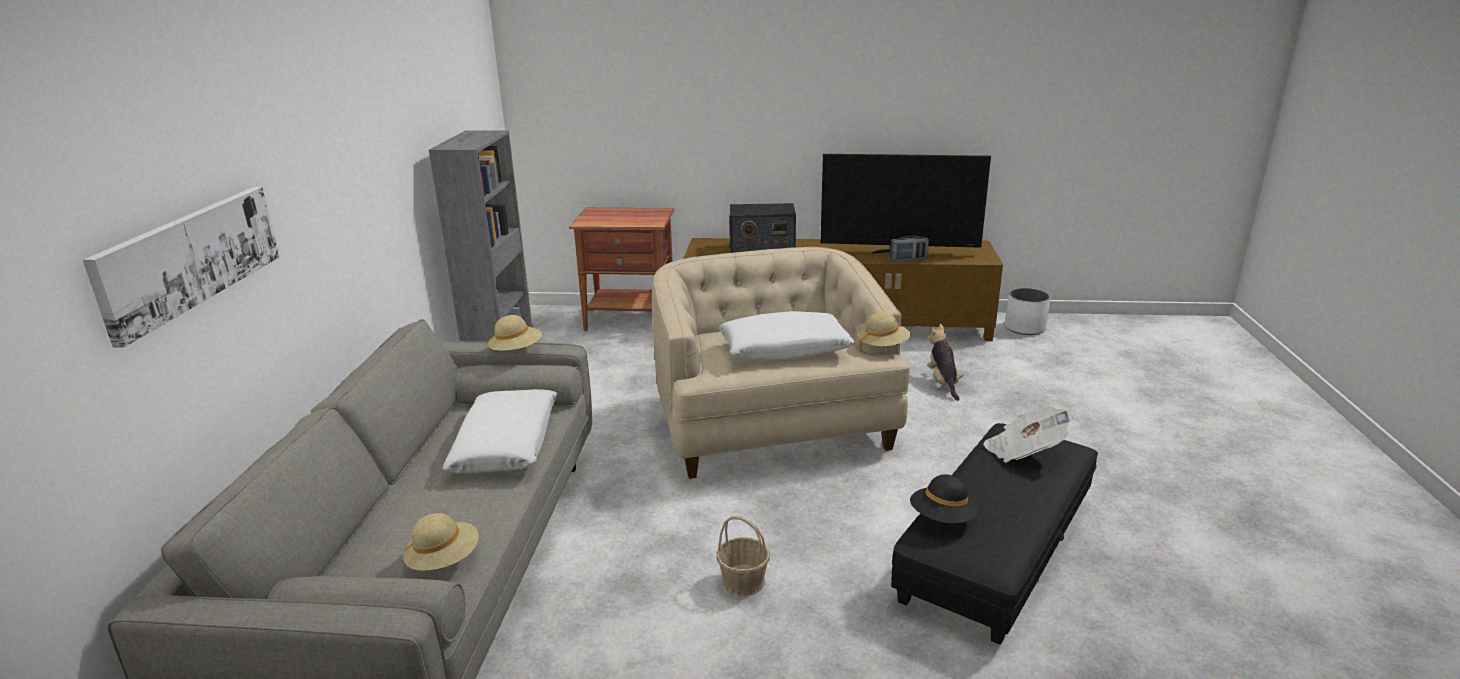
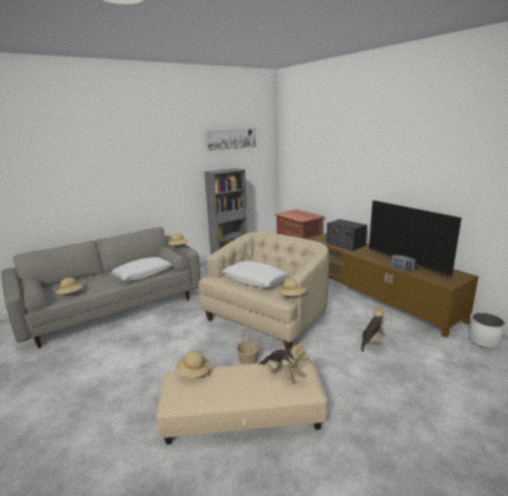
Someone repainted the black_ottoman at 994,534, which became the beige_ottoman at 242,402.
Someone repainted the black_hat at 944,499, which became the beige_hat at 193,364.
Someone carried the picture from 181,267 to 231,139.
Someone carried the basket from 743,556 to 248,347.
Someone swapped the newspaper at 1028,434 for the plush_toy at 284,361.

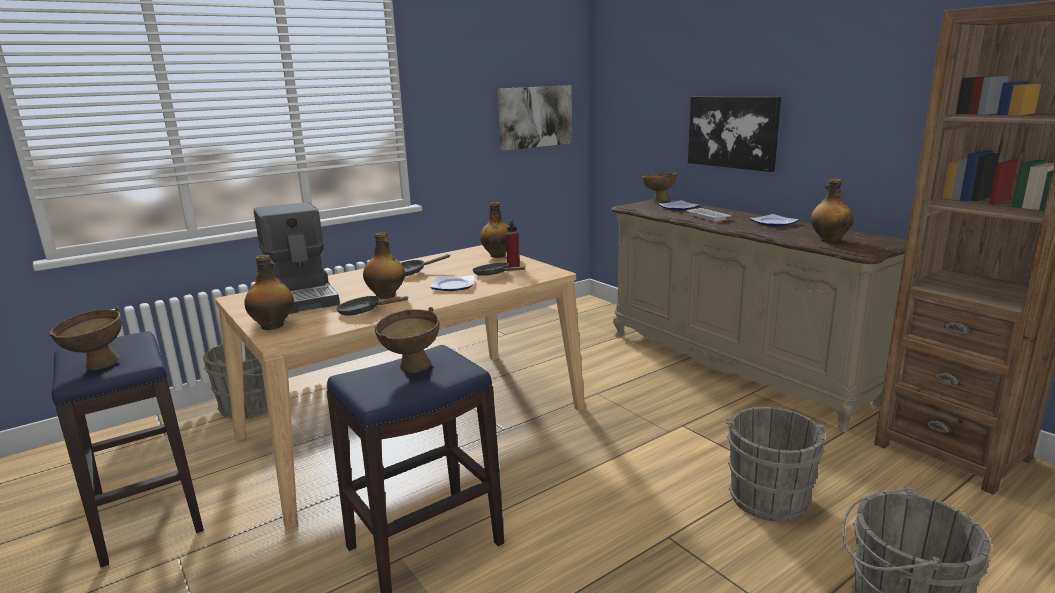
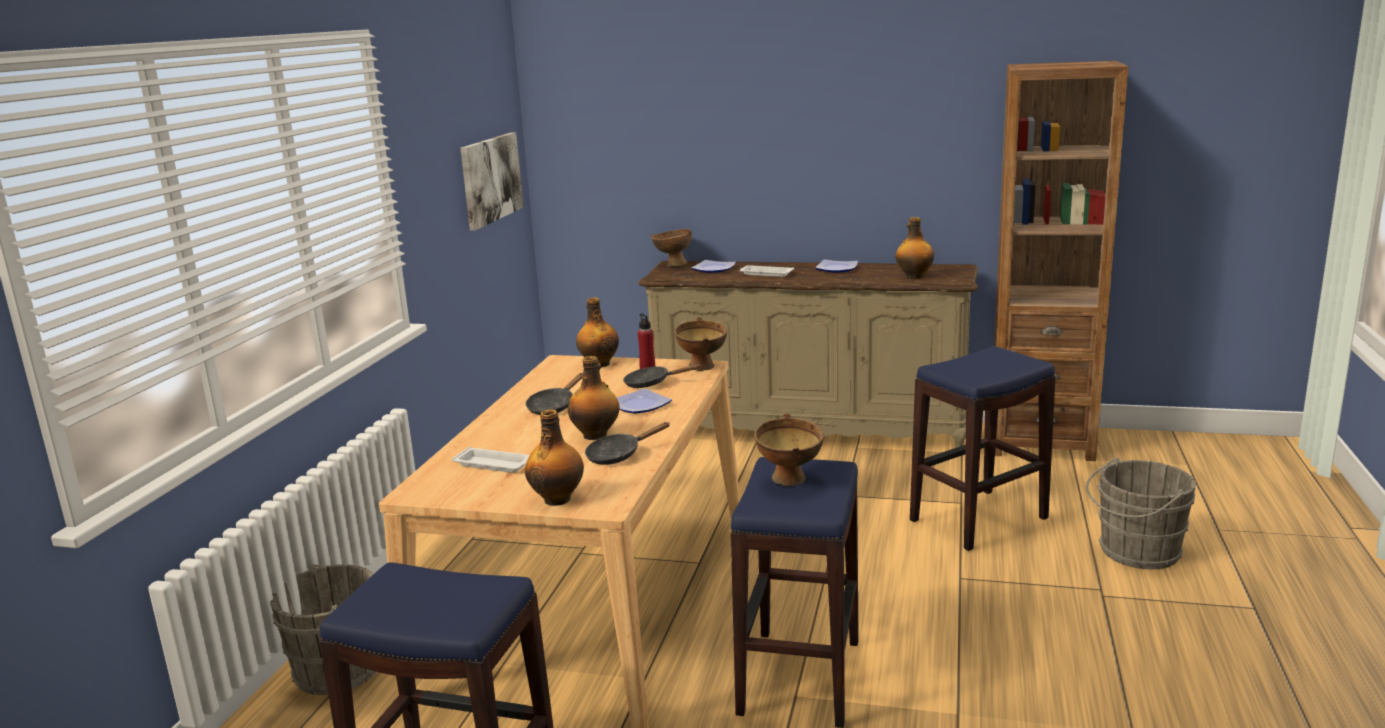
Someone swapped the coffee_machine at 297,258 for the white_tray at 491,460.
Someone carried the brown_bowl from 85,338 to 700,344.
Someone swapped the grey_bucket at 775,464 for the stool at 983,448.
Someone took away the picture at 734,134.

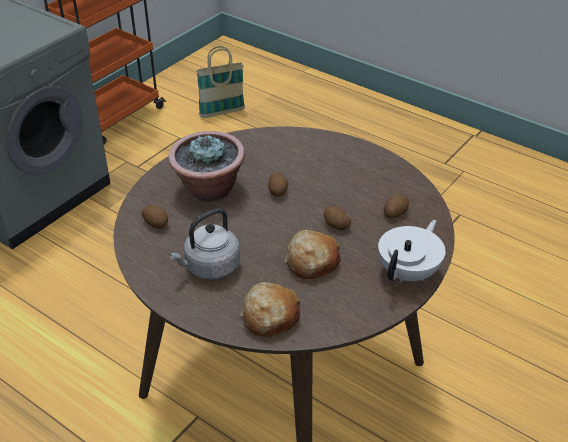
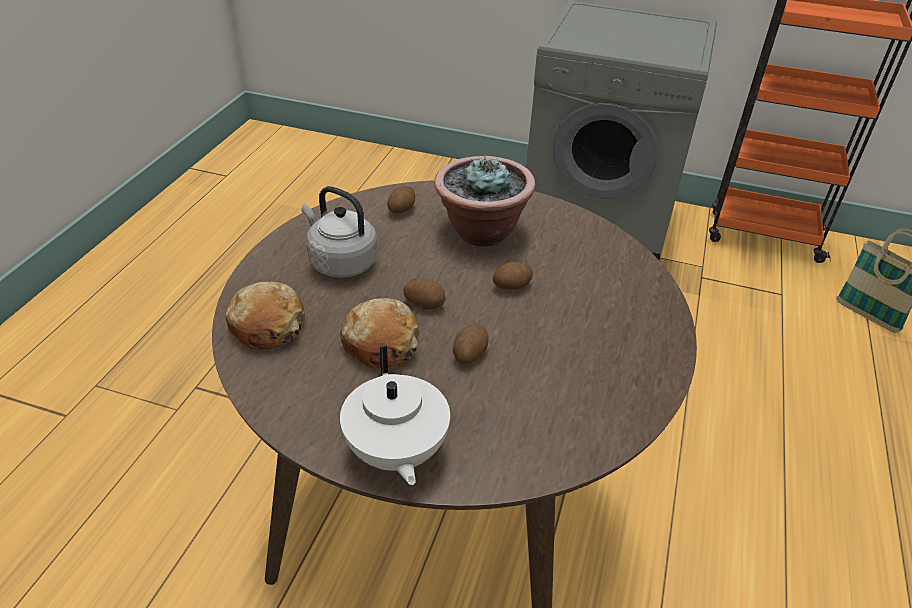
Someone rotated the white_teapot at 411,251 by 60 degrees clockwise.
Someone carried the potato from 396,206 to 424,294.

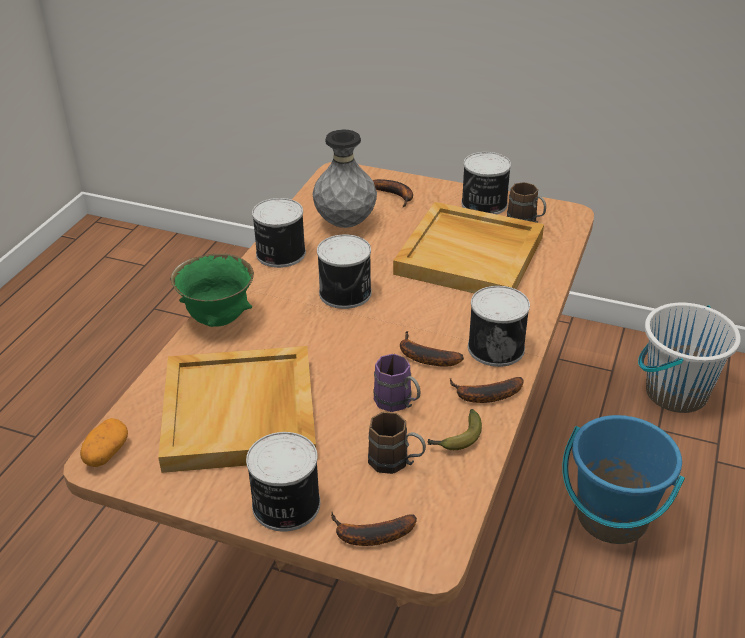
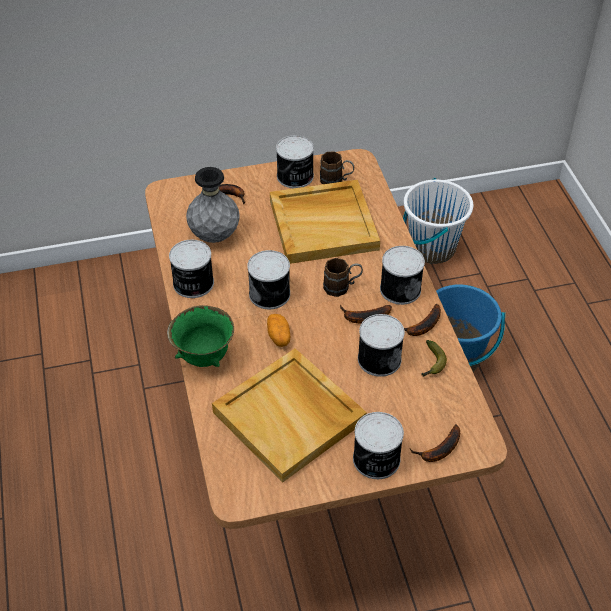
Someone carried the potato from 104,442 to 278,330.
Someone carried the brown_mug from 397,443 to 343,277.
Someone swapped the purple_mug at 397,383 for the can at 381,345.

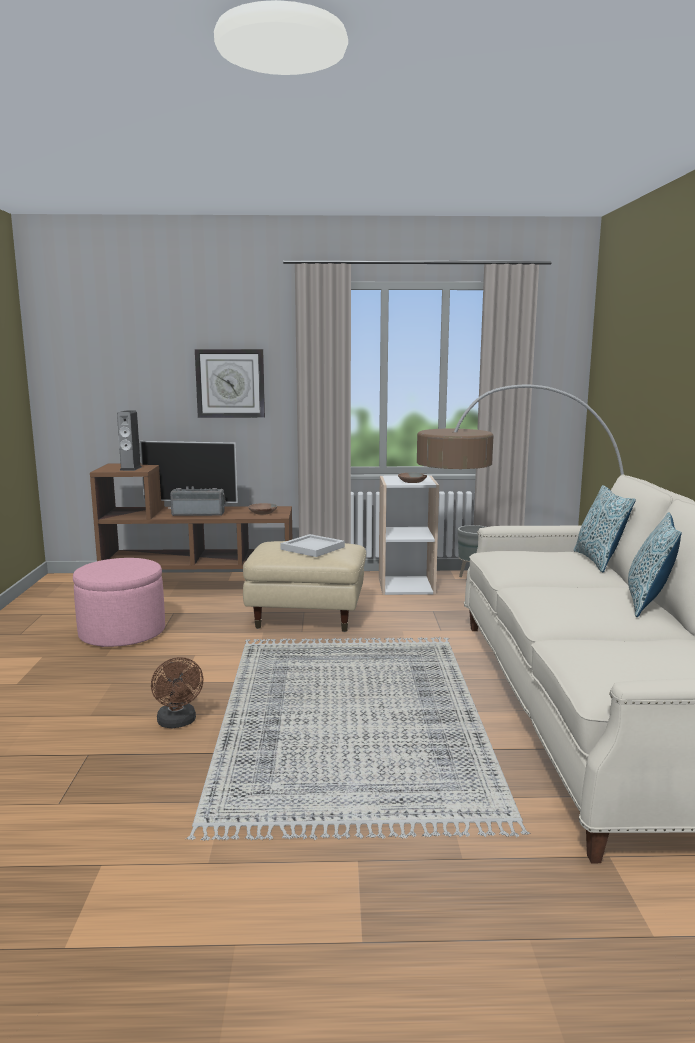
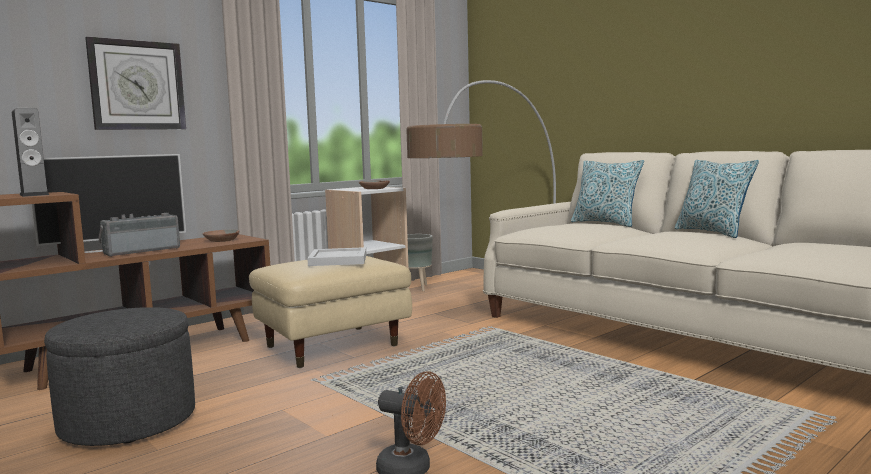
Someone repainted the pink_ottoman at 119,602, which became the grey_ottoman at 119,376.

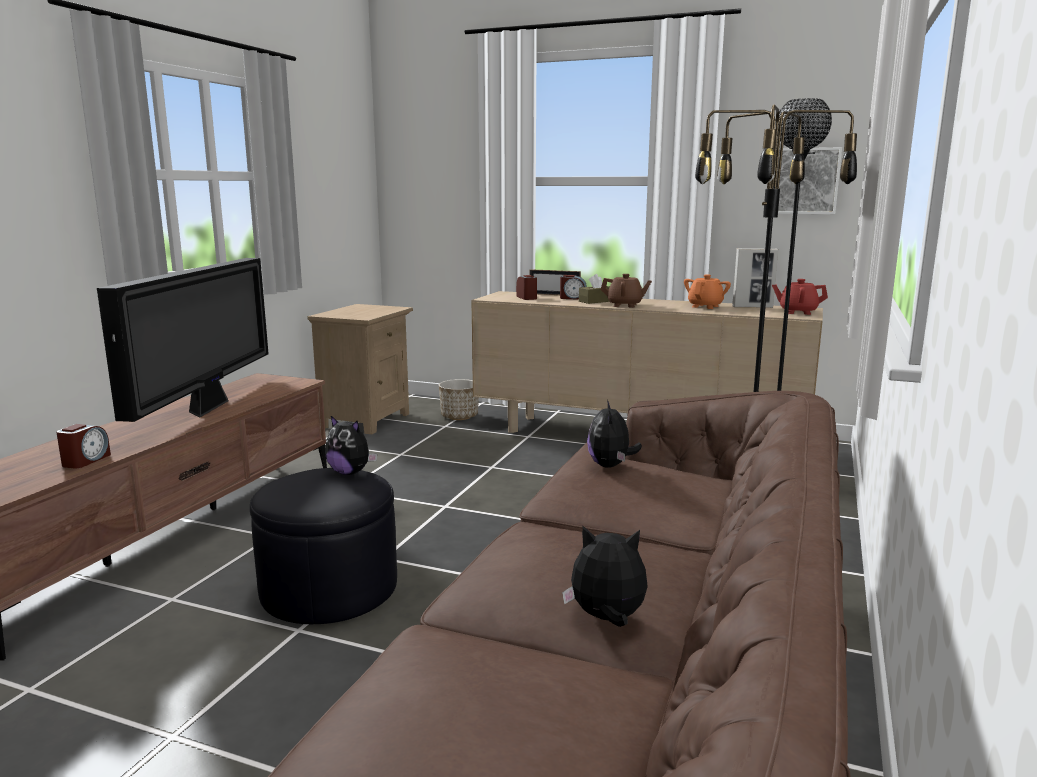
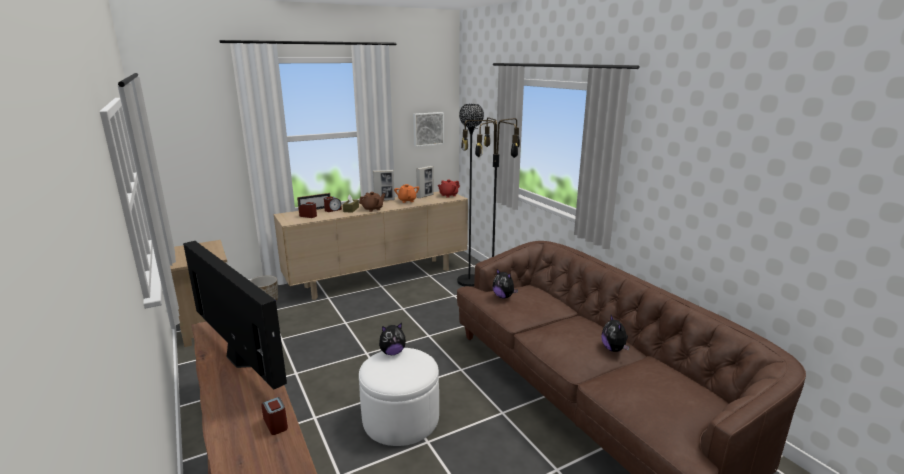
Someone repainted the black_ottoman at 323,546, which became the white_ottoman at 399,397.
Someone put down the picture_frame at 384,185.
Someone rotated the plush_toy at 605,576 by 60 degrees counterclockwise.

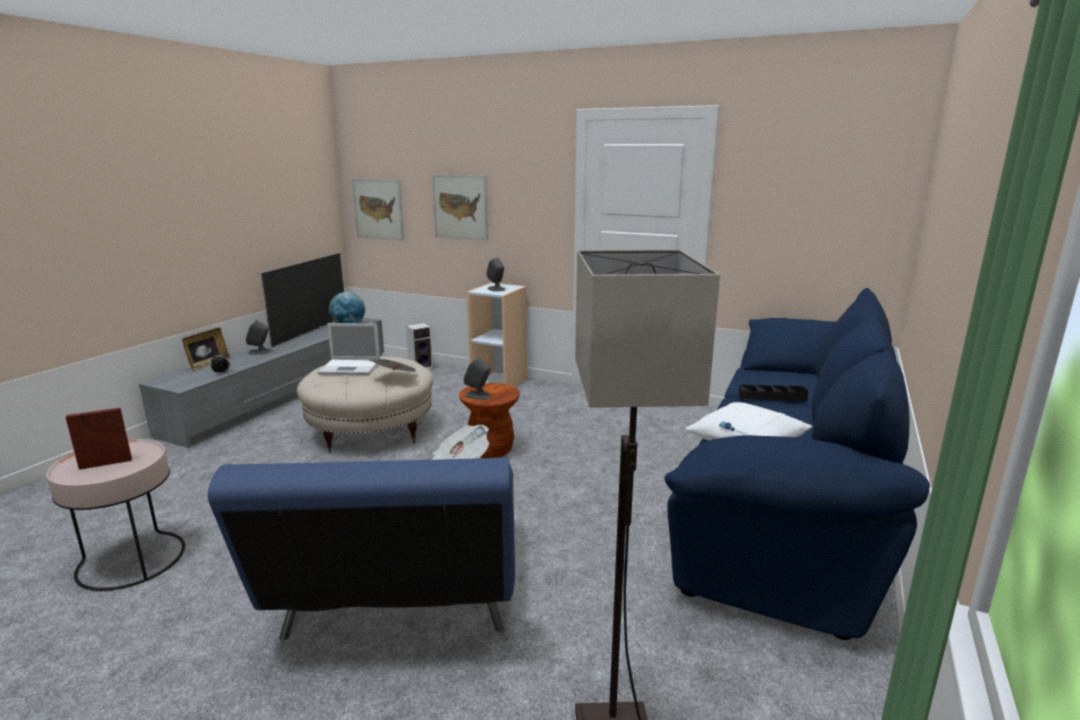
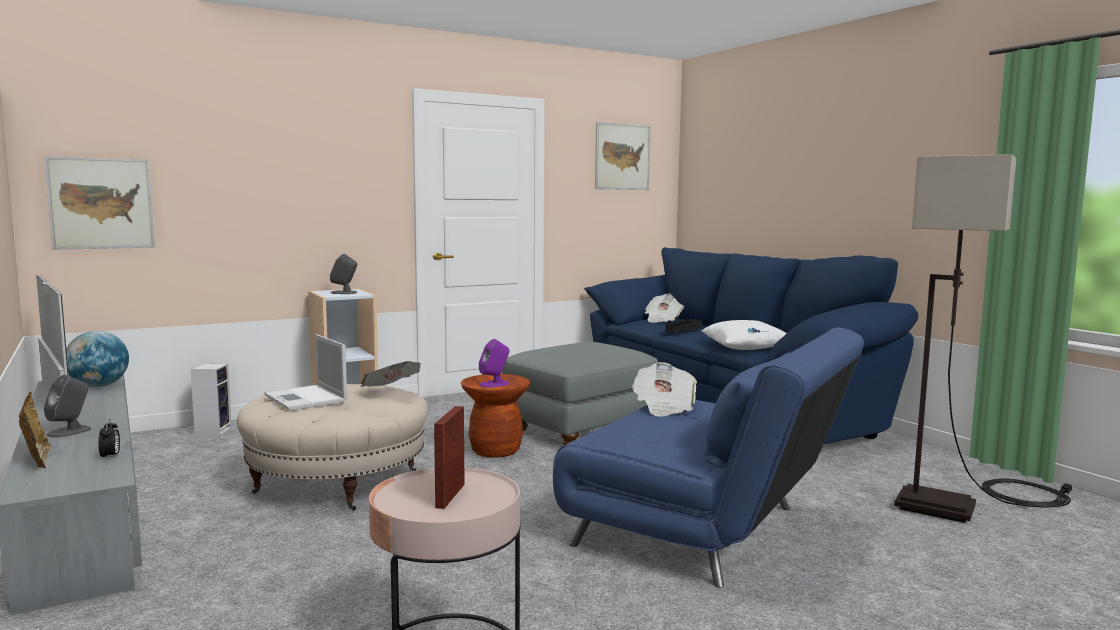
Someone rotated the laptop at 349,349 by 105 degrees clockwise.
Someone repainted the grey_speaker at 477,378, which became the purple_speaker at 494,363.
Someone put down the grey_ottoman at 580,393.
Someone carried the picture from 460,207 to 623,156.
Someone put down the newspaper at 665,308.

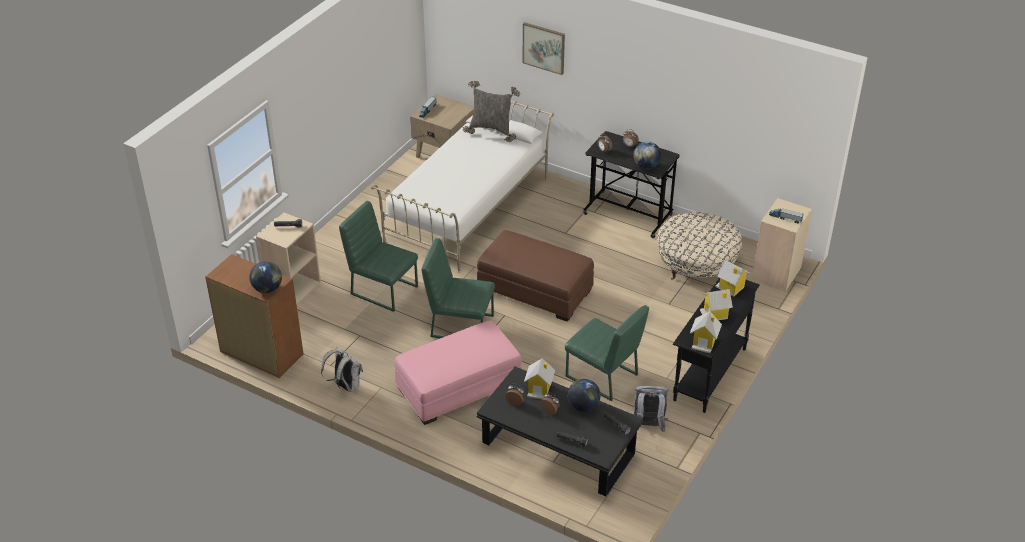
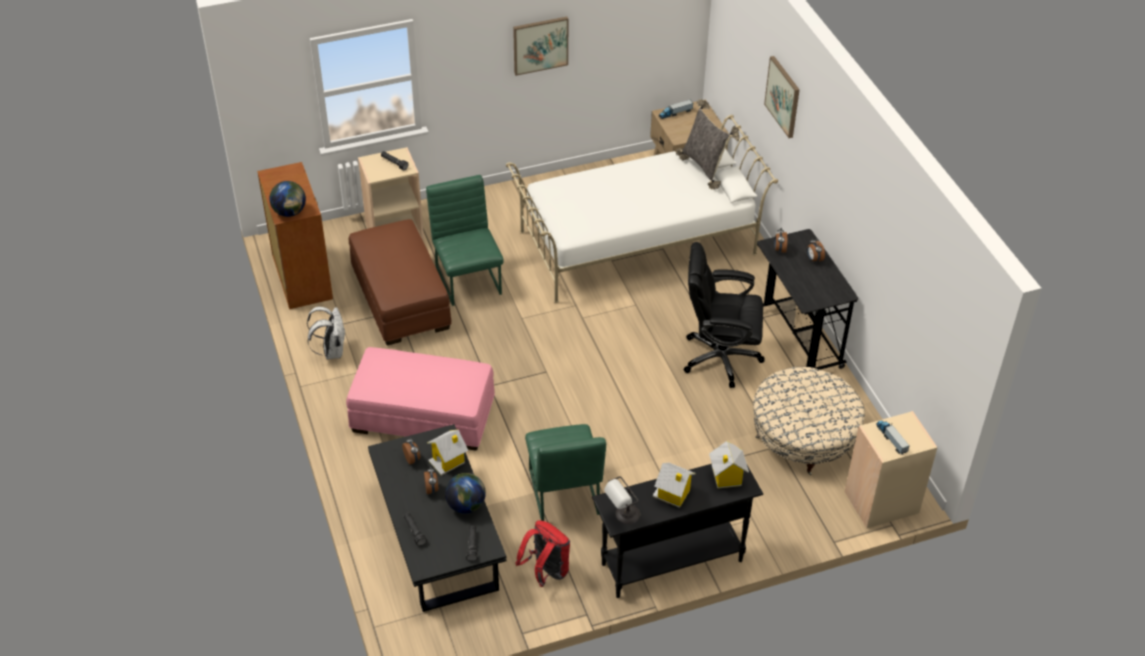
Someone carried the brown_ottoman from 535,276 to 400,282.
Someone put up the picture at 541,46.
Someone repainted the grey_backpack at 650,409, which became the red_backpack at 542,553.
Someone swapped the toy_house at 706,332 for the table_lamp at 622,500.
Someone put down the black_office_chair at 724,315.
Someone took away the green_chair at 458,288.
Someone took away the globe at 647,155.

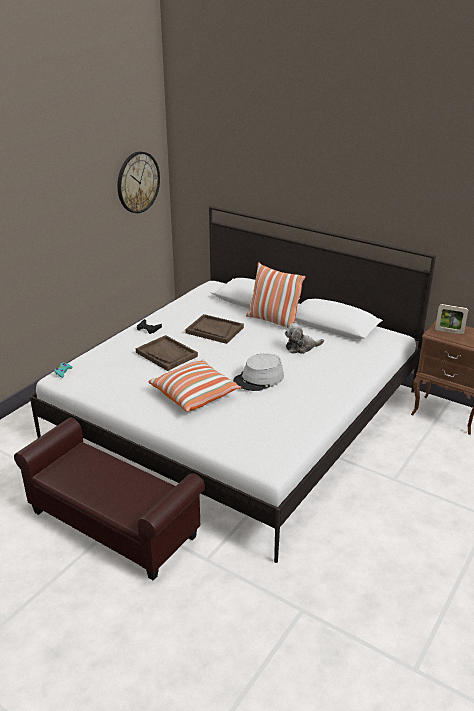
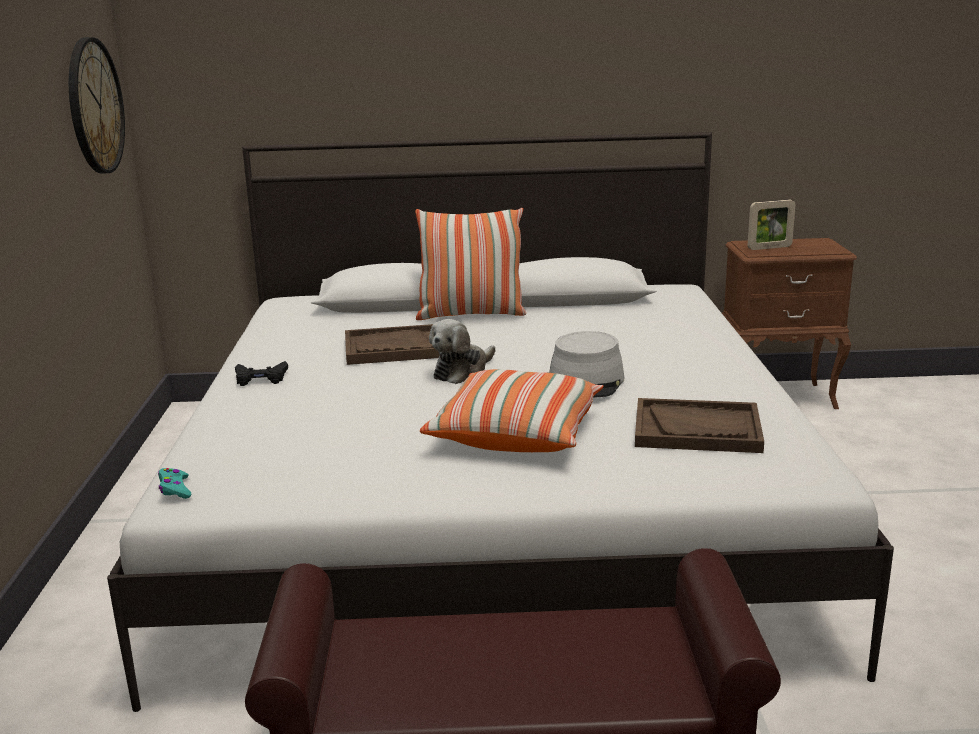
Someone carried the plush_toy from 304,338 to 462,351.
Someone carried the brown_tray from 167,353 to 699,425.

